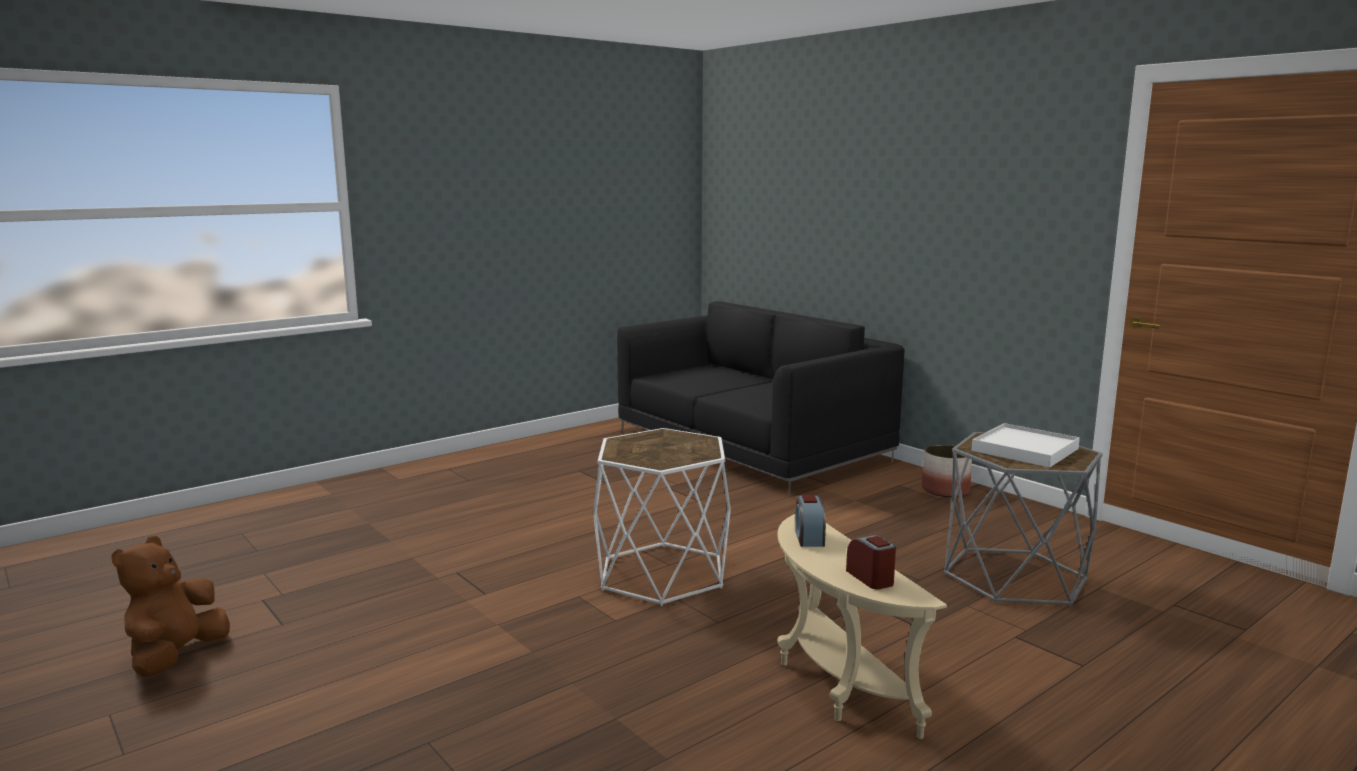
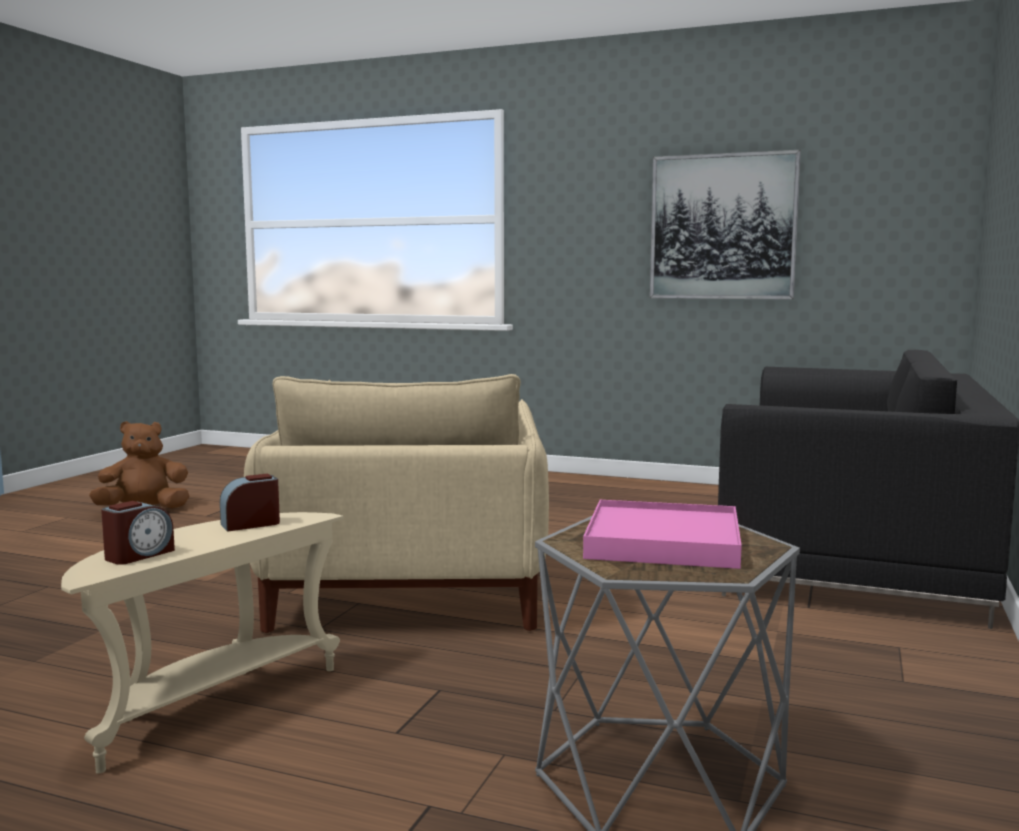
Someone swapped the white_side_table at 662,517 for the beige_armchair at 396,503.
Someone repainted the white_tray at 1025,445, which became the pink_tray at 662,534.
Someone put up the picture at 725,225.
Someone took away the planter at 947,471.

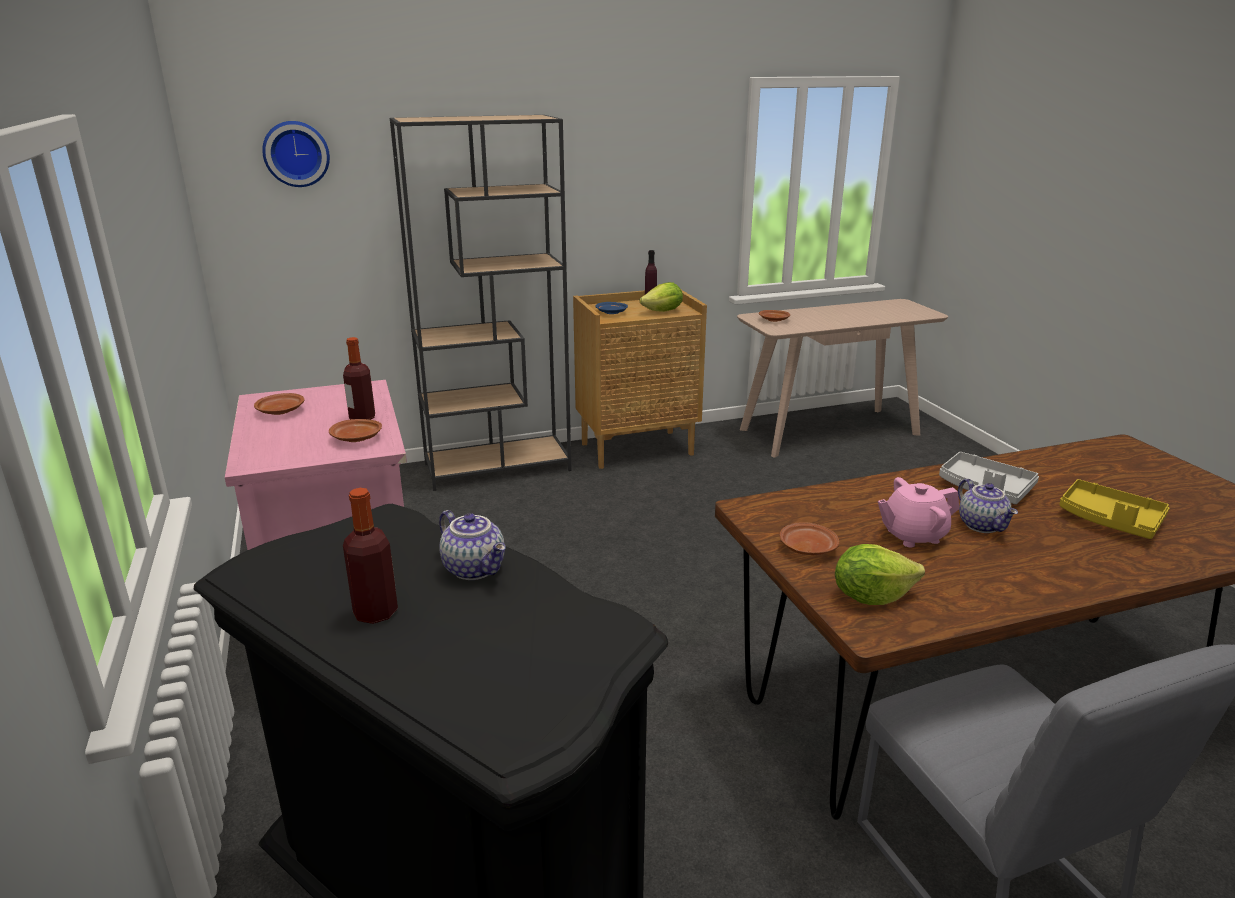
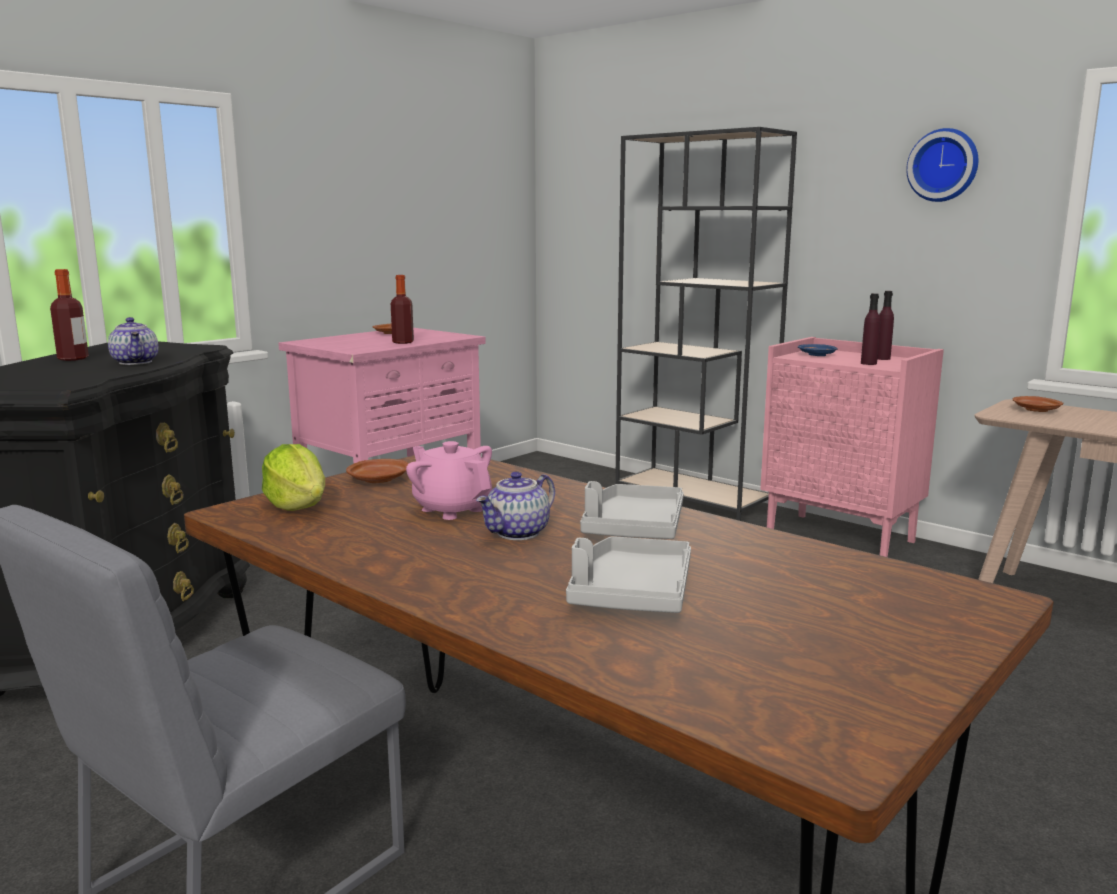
Someone rotated the teapot at 472,545 by 45 degrees counterclockwise.
Someone repainted the yellow_tray at 1114,509, which became the grey_tray at 628,574.
Someone repainted the brown_cabinet at 640,379, which became the pink_cabinet at 852,447.
Someone swapped the lettuce at 661,297 for the purple_bottle at 870,329.
Someone carried the wall_clock from 296,154 to 942,165.
Someone took away the brown_plate at 355,430.

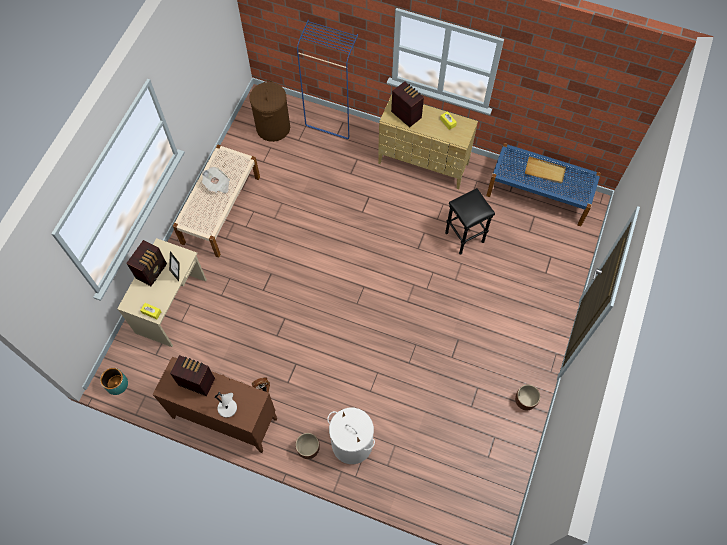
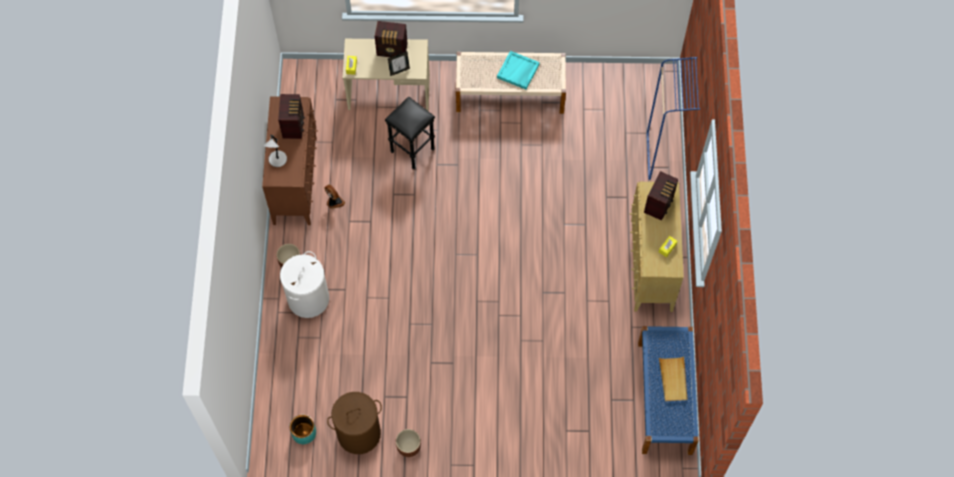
Someone carried the turquoise_planter from 114,381 to 303,429.
Someone carried the brown_laundry_basket from 269,111 to 354,423.
Someone carried the black_stool from 470,221 to 410,133.
Someone swapped the newspaper at 216,180 for the turquoise_tray at 518,70.

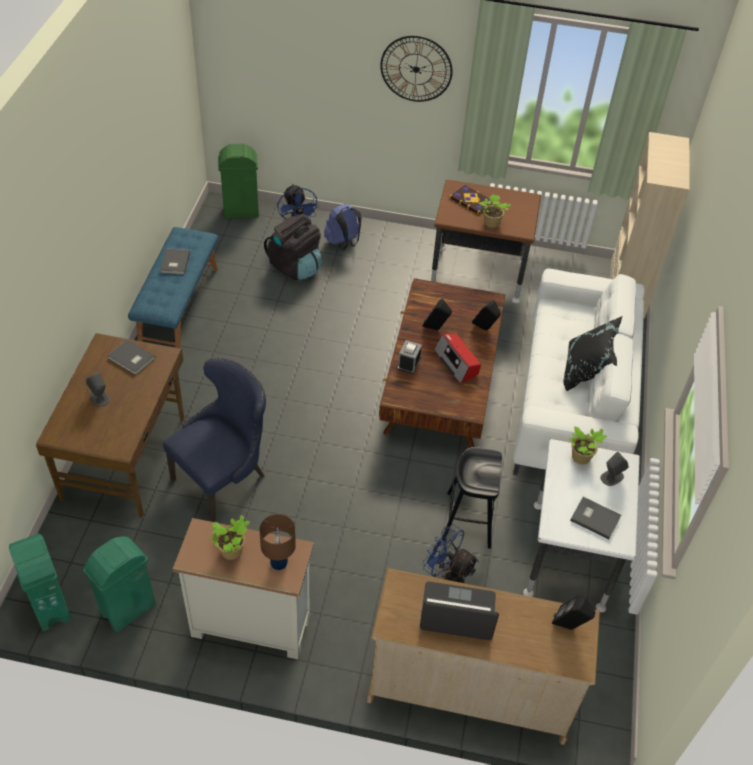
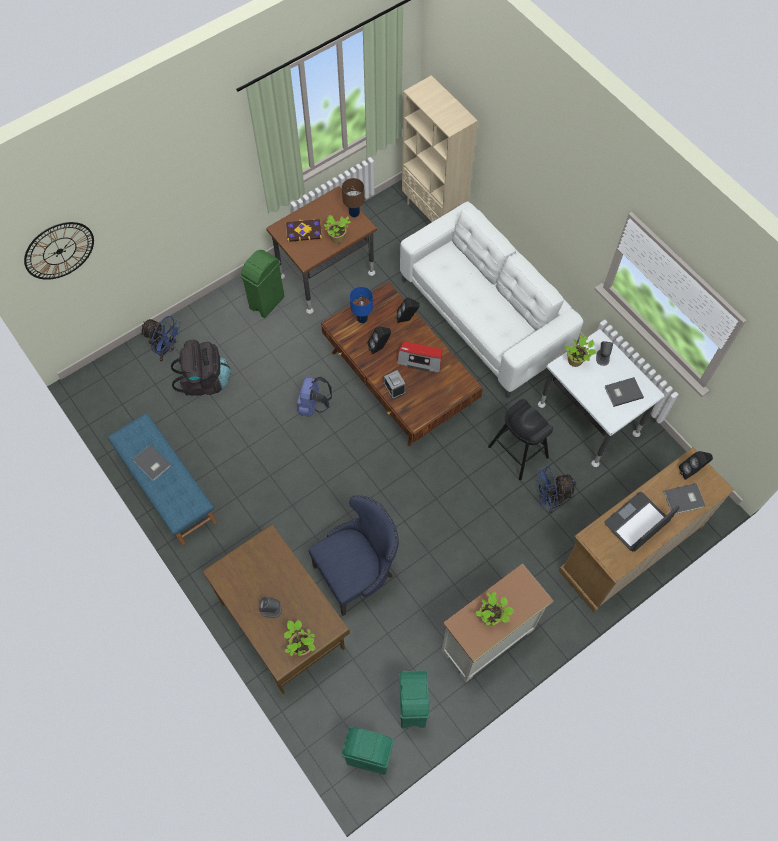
Someone carried the wall_clock from 416,68 to 59,251.
Someone carried the green_trash_can from 238,181 to 262,284.
Someone put down the potted_plant at 300,638.
Someone carried the blue_backpack from 342,227 to 314,396.
Someone rotated the blue_chair at 214,440 by 60 degrees clockwise.
Someone carried the brown_table_lamp from 277,542 to 353,197.
Someone put down the blue_table_lamp at 361,305.
Someone carried the grey_book from 131,357 to 685,498.
Someone took away the black_pillow at 592,353.

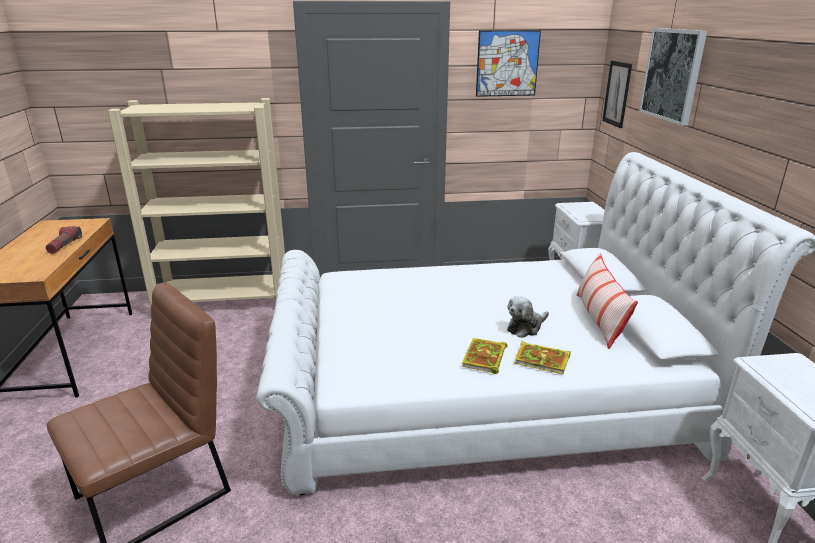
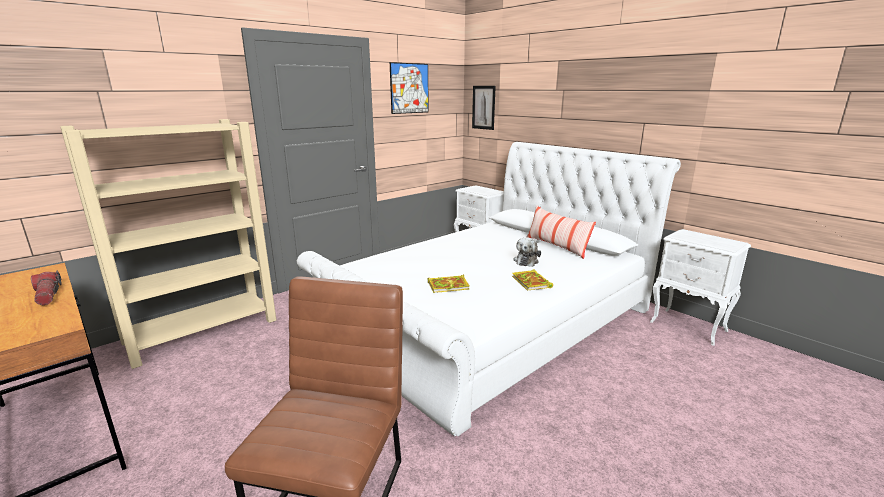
Someone carried the book from 542,357 to 448,283.
Someone took away the picture at 673,77.

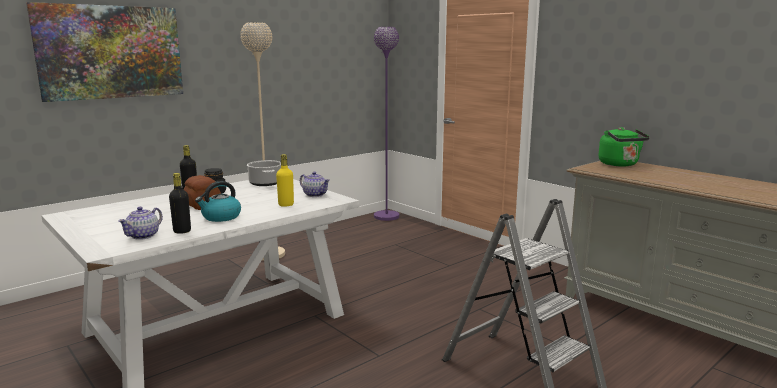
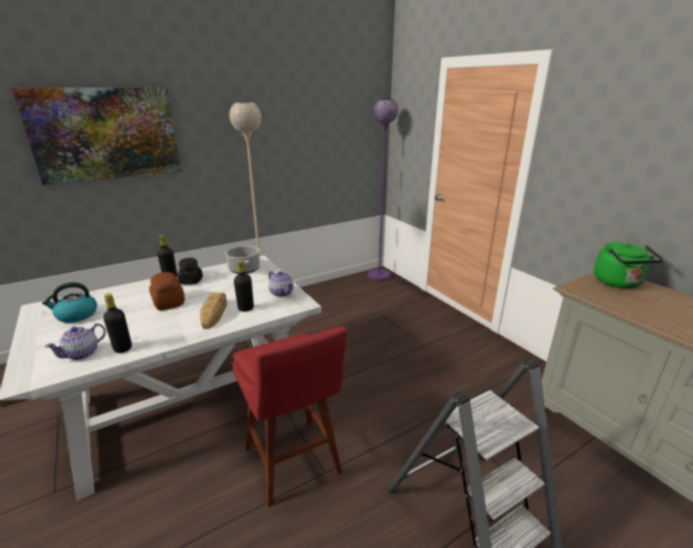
Someone carried the kettle from 218,201 to 69,302.
Someone put down the bread at 213,311.
Someone put down the red_stool at 290,416.
Someone repainted the yellow_bottle at 285,180, which became the black_bottle at 244,286.

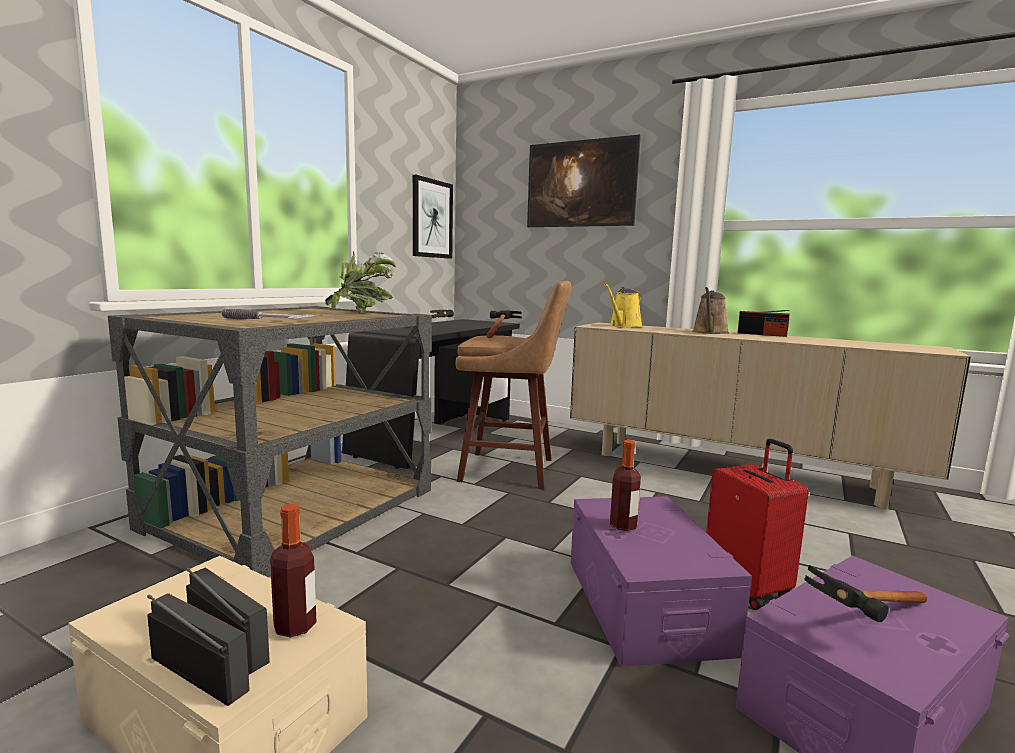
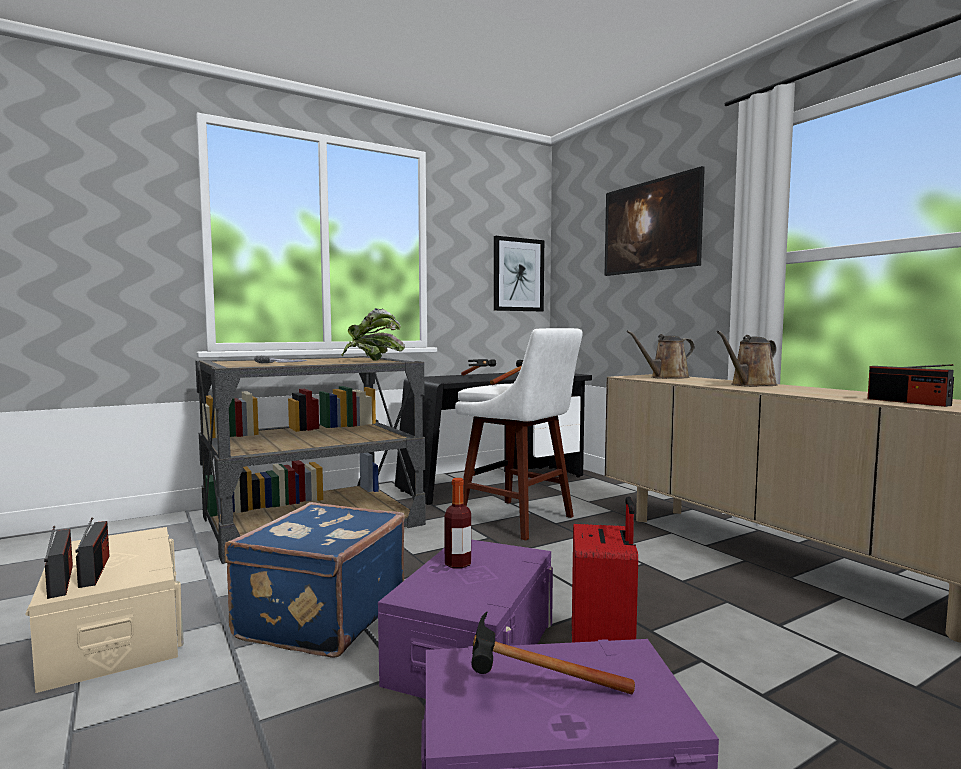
Someone put down the blue_suitcase at 314,580.
Someone repainted the brown_stool at 513,385, which became the white_stool at 519,434.
Someone repainted the yellow_watering_can at 623,306, which became the brown_watering_can at 661,354.
Someone carried the radio from 764,323 to 911,385.
Someone took away the bottle at 293,571.

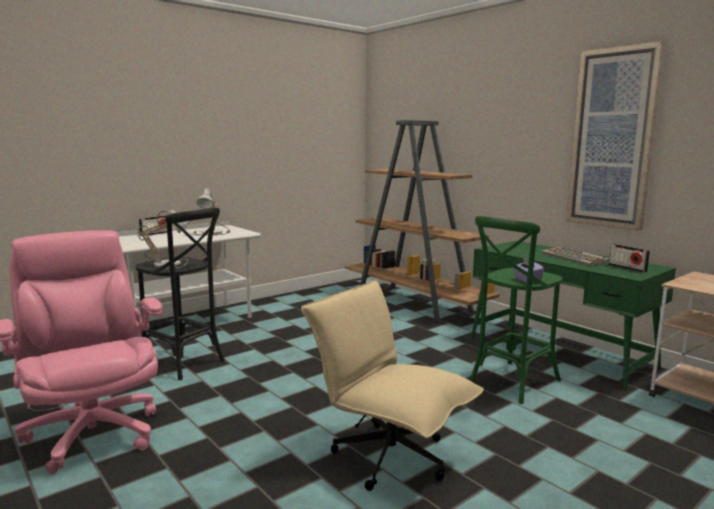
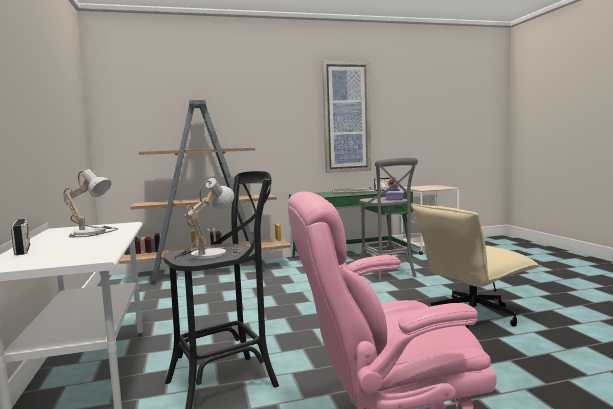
Someone repainted the green_stool at 516,310, which became the grey_stool at 389,220.

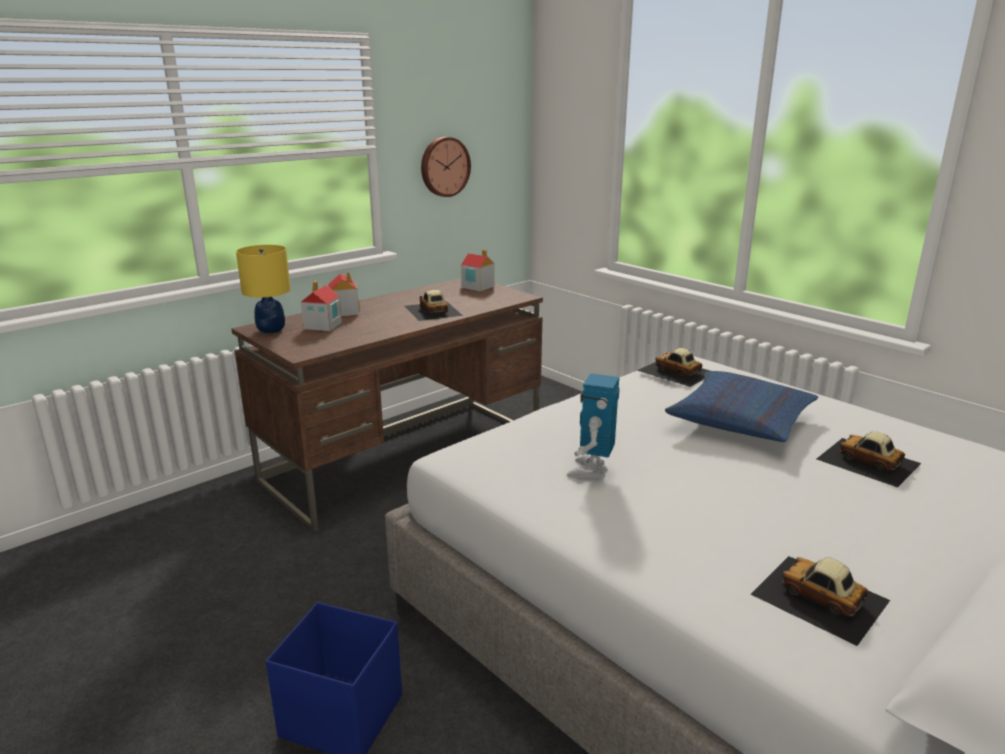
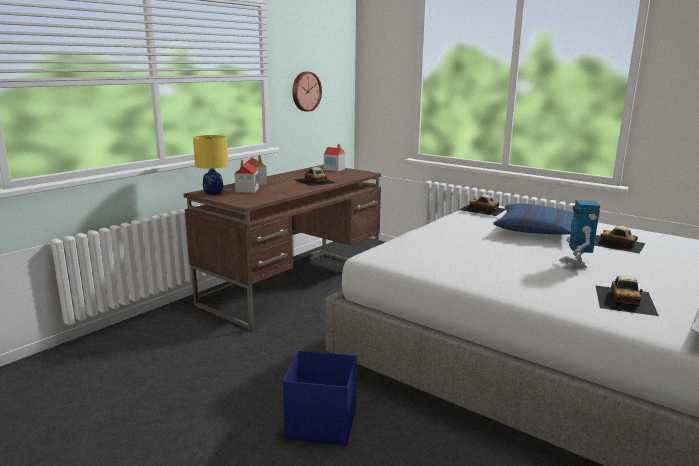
Someone carried the toy_robot from 593,426 to 579,234.
Someone rotated the toy_car at 820,601 by 105 degrees counterclockwise.

